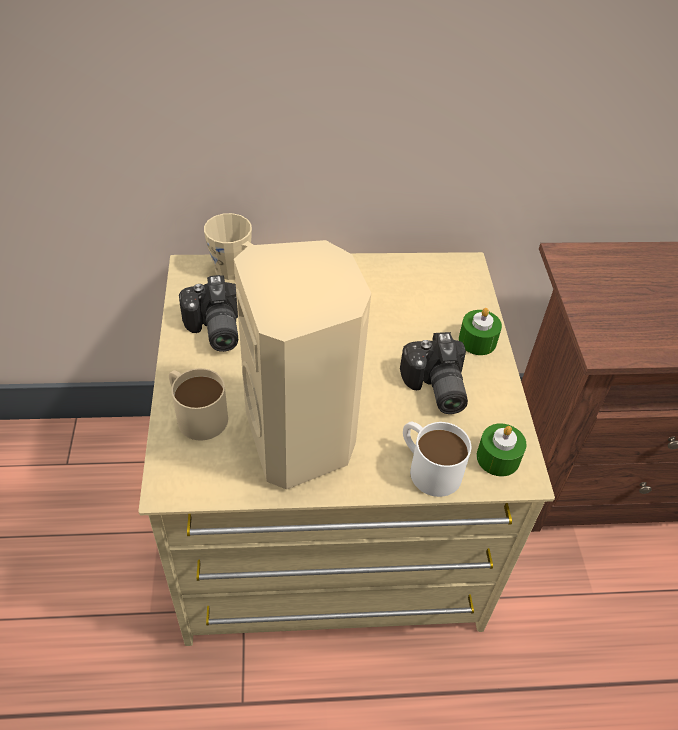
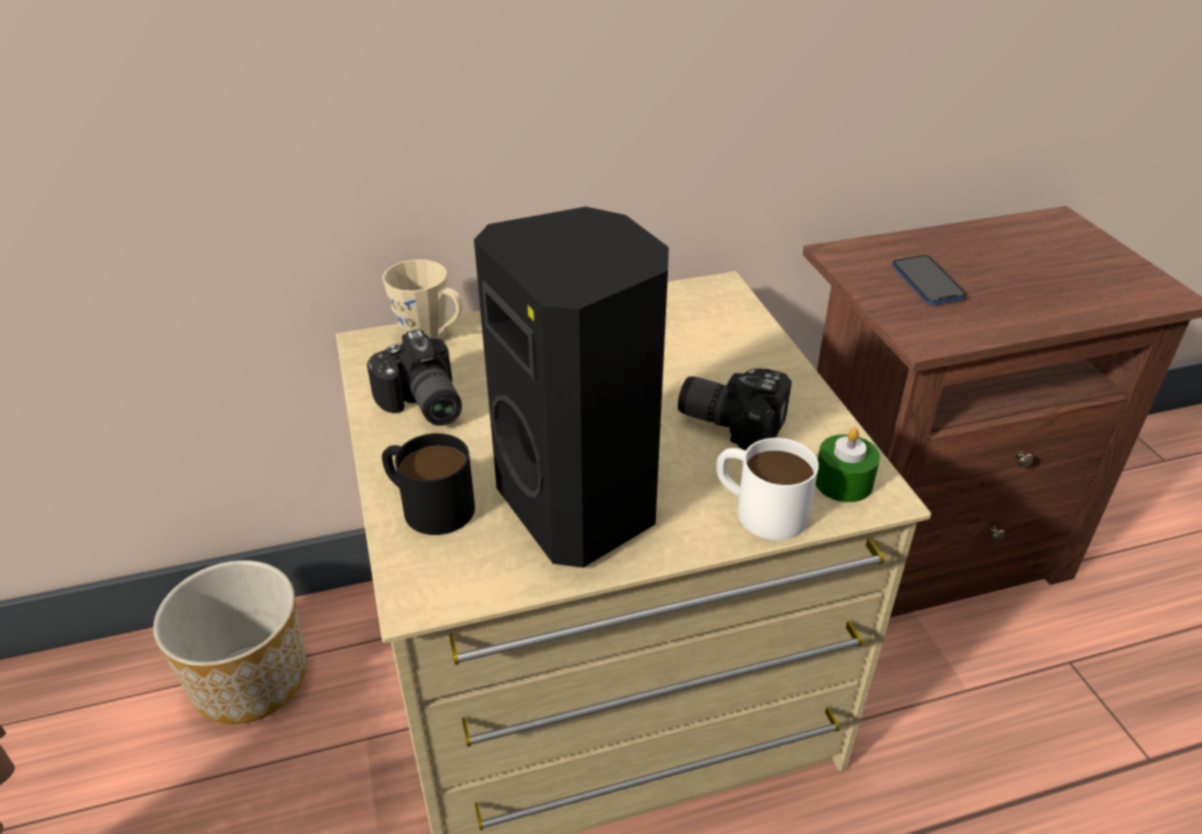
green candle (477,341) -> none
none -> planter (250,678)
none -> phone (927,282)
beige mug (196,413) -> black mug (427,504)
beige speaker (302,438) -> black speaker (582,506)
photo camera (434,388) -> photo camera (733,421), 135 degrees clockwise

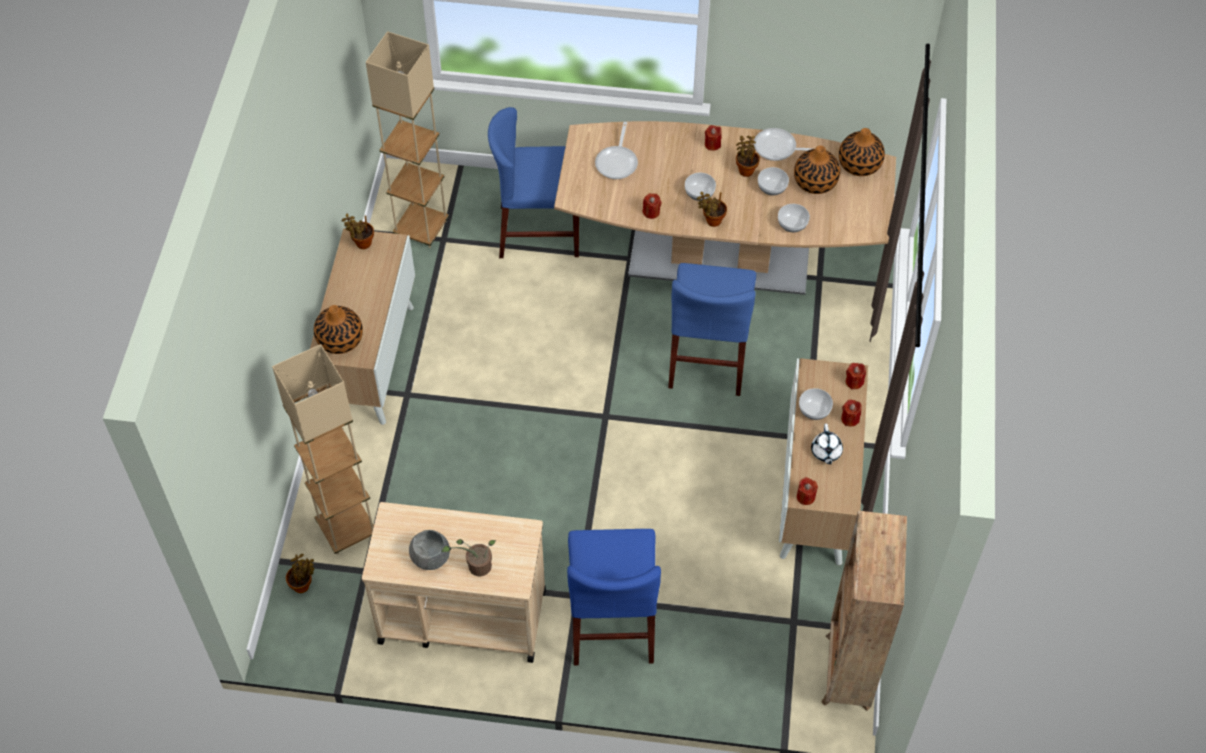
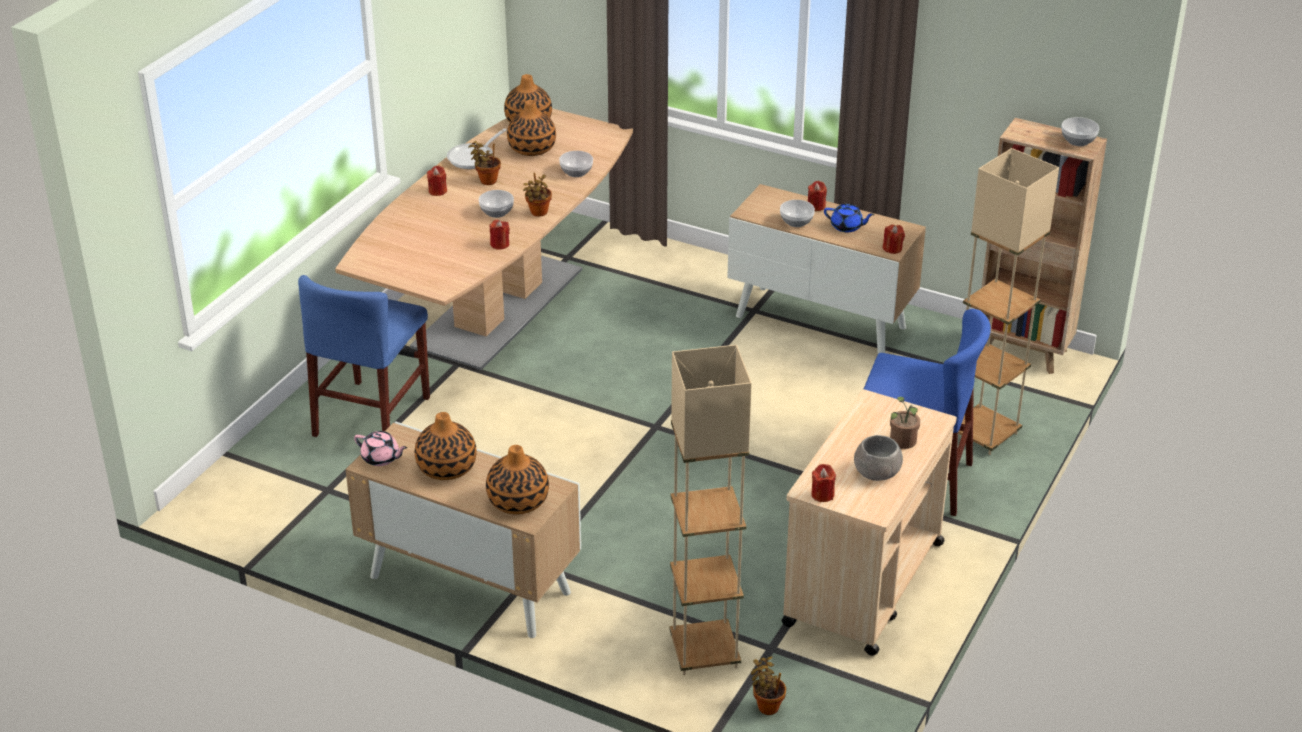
frying pan (617,162) -> none
blue chair (708,357) -> none
none -> vase (447,468)
beige floor lamp (421,228) -> beige floor lamp (984,434), shifted
bowl (772,188) -> bowl (1078,141), shifted
red candle (854,382) -> red candle (822,495), shifted
potted plant (361,243) -> pink teapot (381,458)
white teapot (826,452) -> blue teapot (847,227)

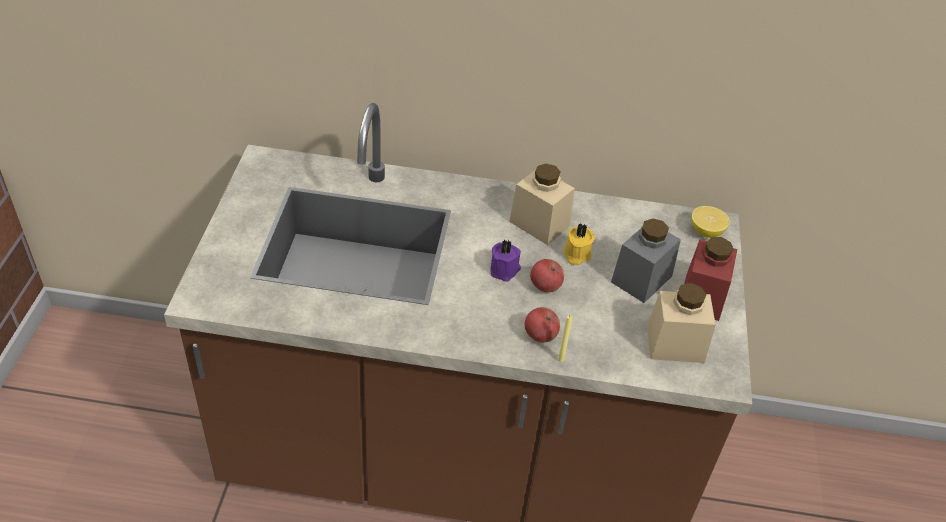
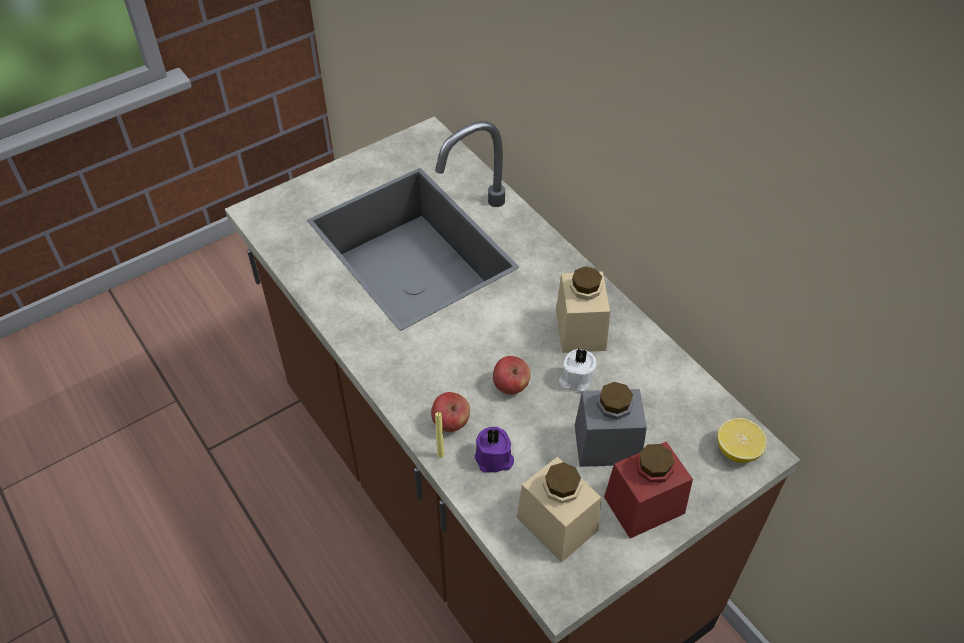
purple candle (505,270) -> purple candle (494,459), shifted
yellow candle (576,255) -> white candle (575,379)

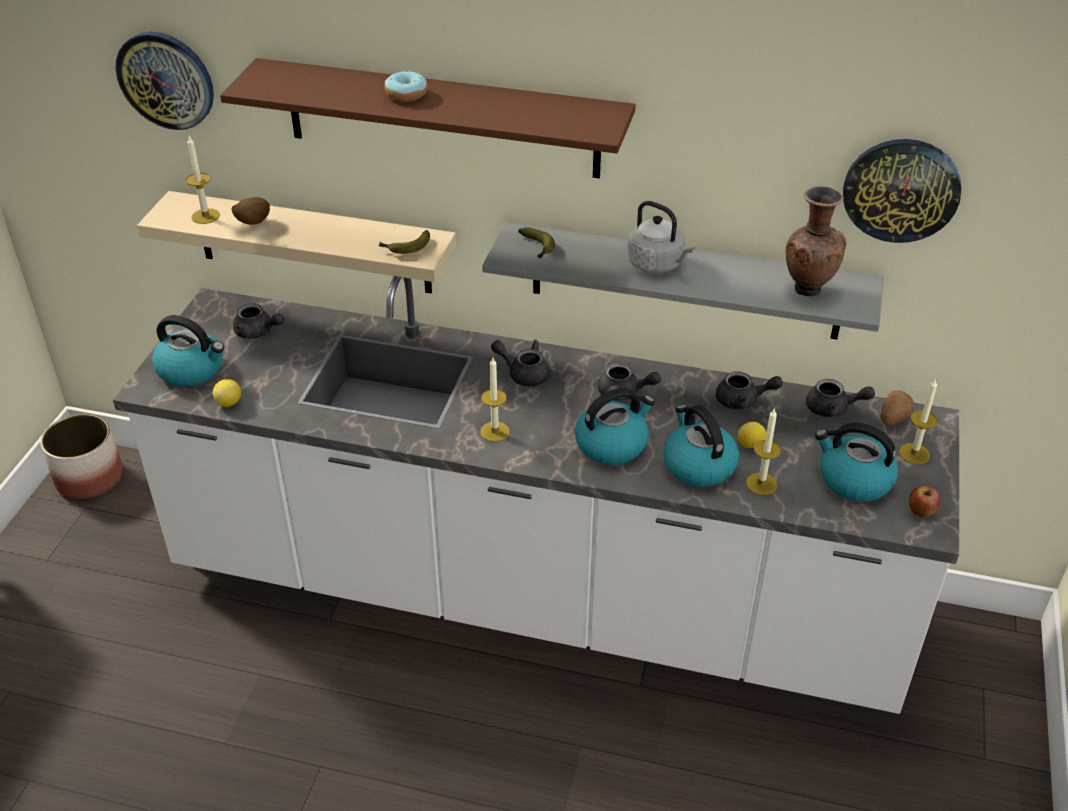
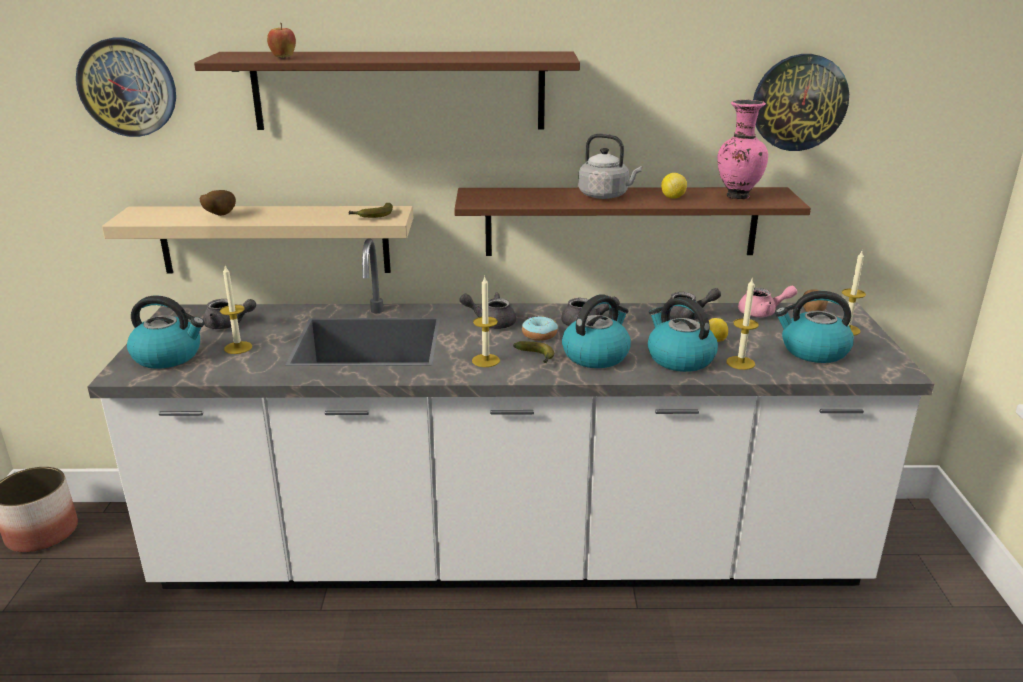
candle (205,216) -> candle (238,347), shifted
lemon (229,402) -> lemon (673,197), shifted
donut (406,94) -> donut (539,335), shifted
banana (538,248) -> banana (536,357), shifted
apple (920,513) -> apple (283,58), shifted
grey shelf (685,281) -> brown shelf (621,221)
brown vase (807,288) -> pink vase (737,196)
grey teapot (833,409) -> pink teapot (762,313)

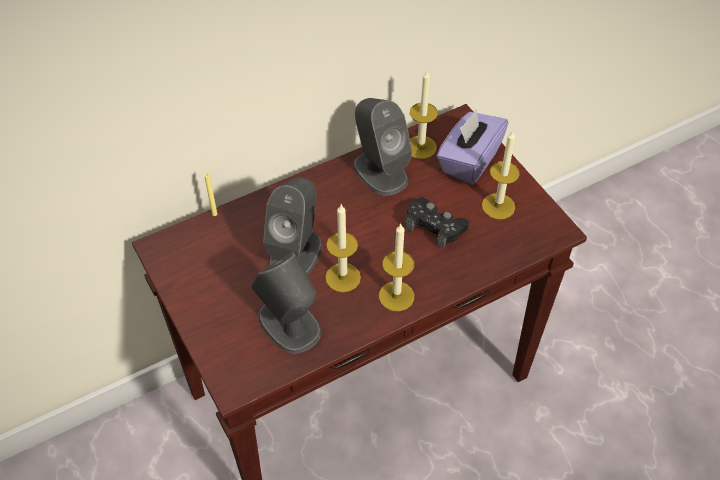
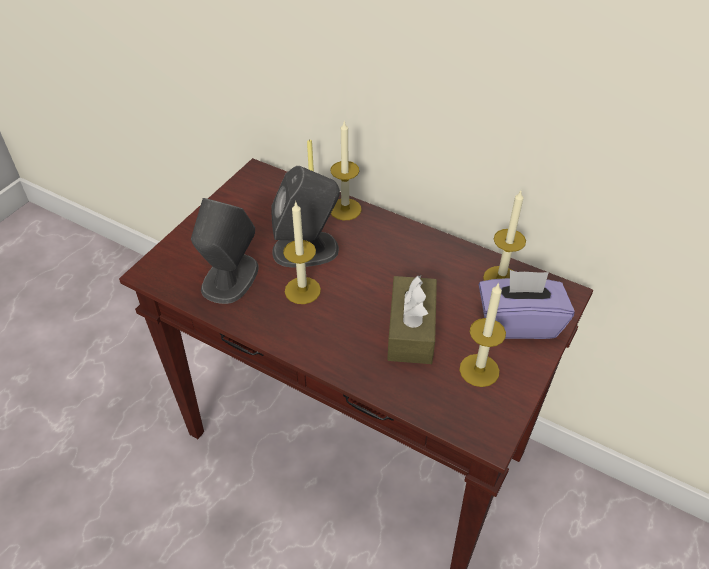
grey speaker (380,171) -> none
candle (396,296) -> candle (345,209), shifted
black game controller (435,226) -> brown tissue box (411,330)

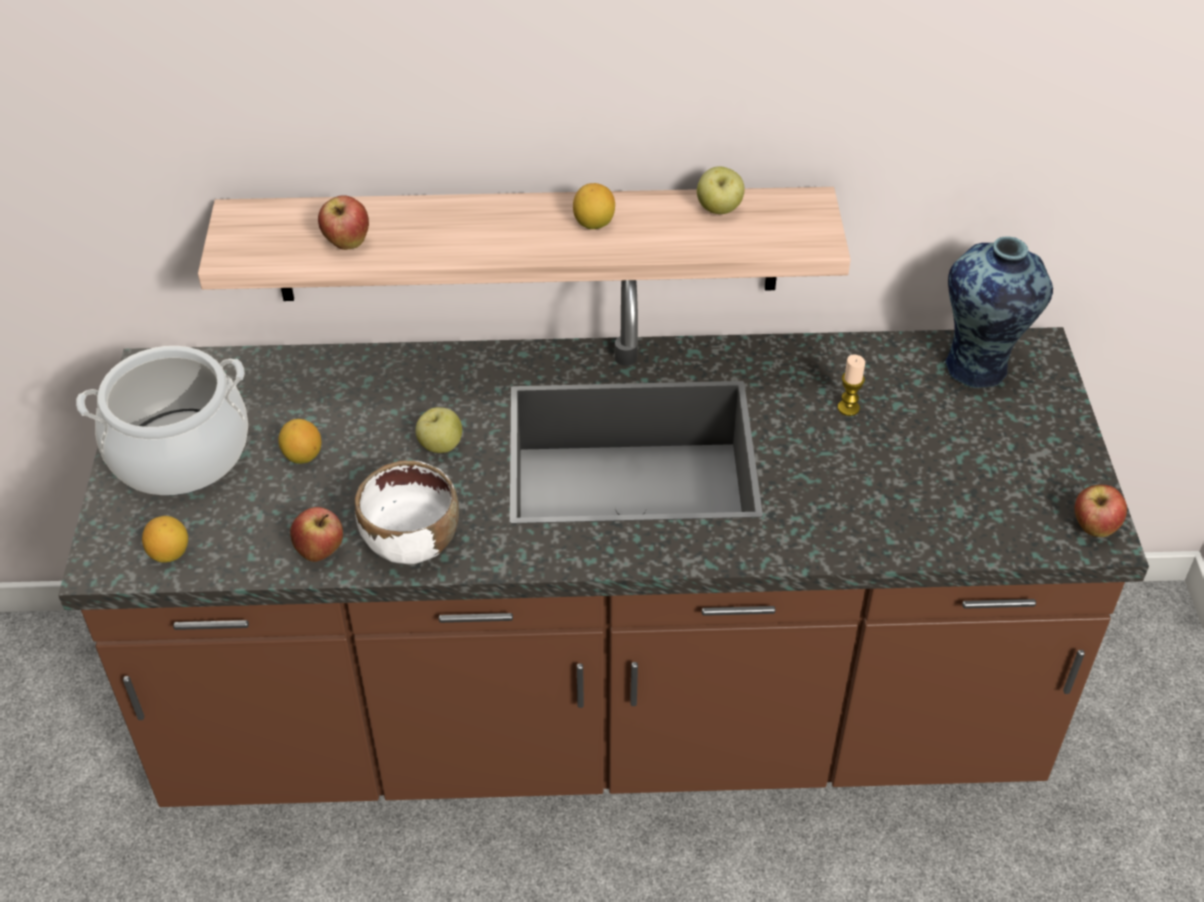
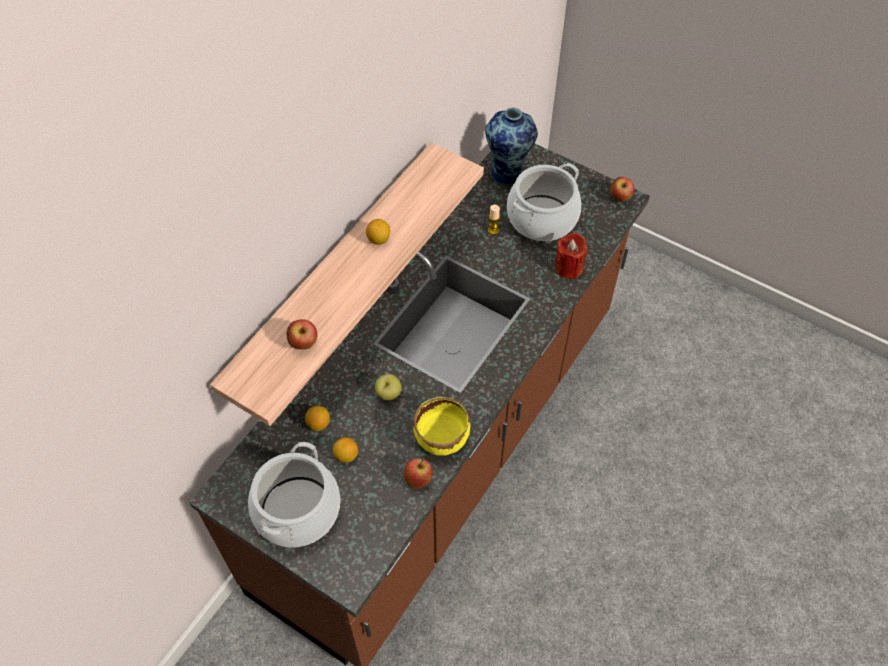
apple (719,210) -> none
none -> cooking pot (542,218)
none -> red candle (569,267)
lemon (169,553) -> lemon (318,424), shifted
white bowl (411,542) -> yellow bowl (442,439)

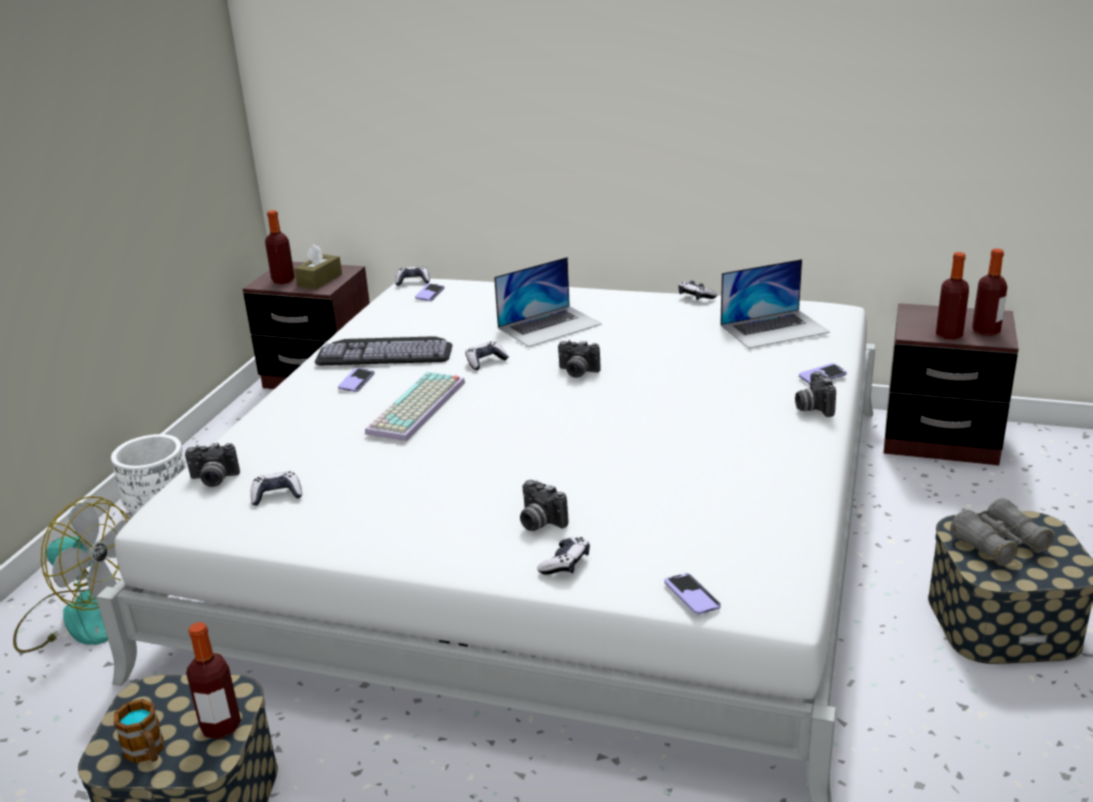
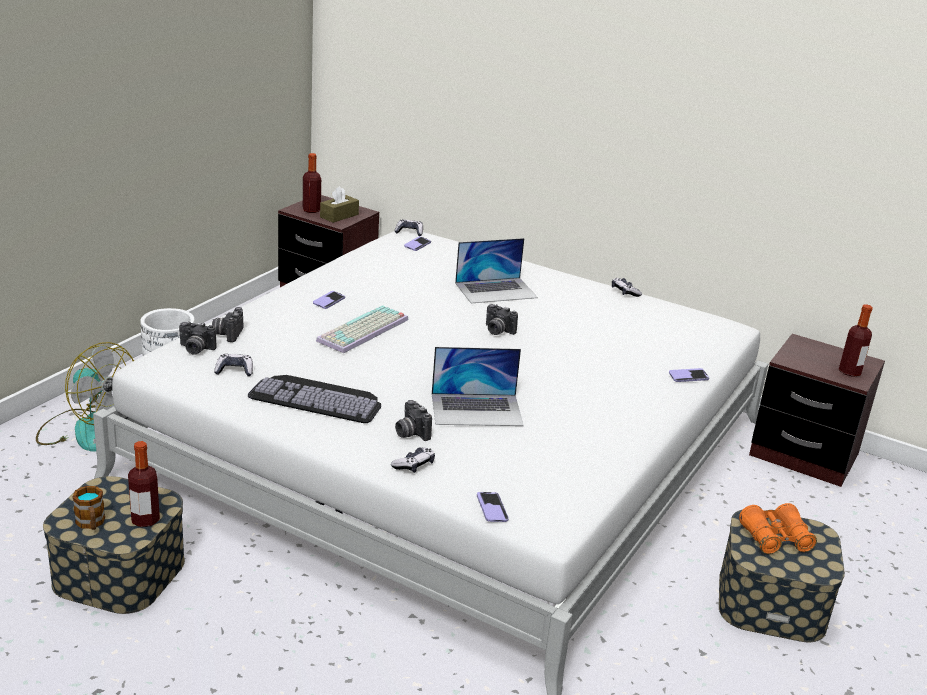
game controller (485,361) -> none
bottle (949,335) -> none
keyboard (386,351) -> keyboard (318,398), shifted
laptop (774,328) -> laptop (477,409), shifted
photo camera (812,408) -> photo camera (227,333), shifted
grey binoculars (999,544) -> orange binoculars (775,538)

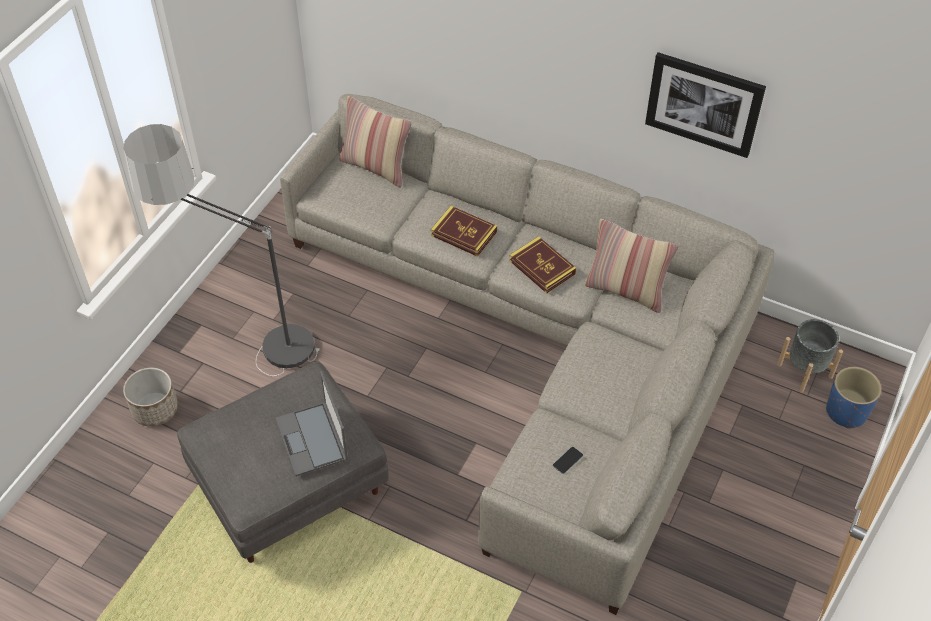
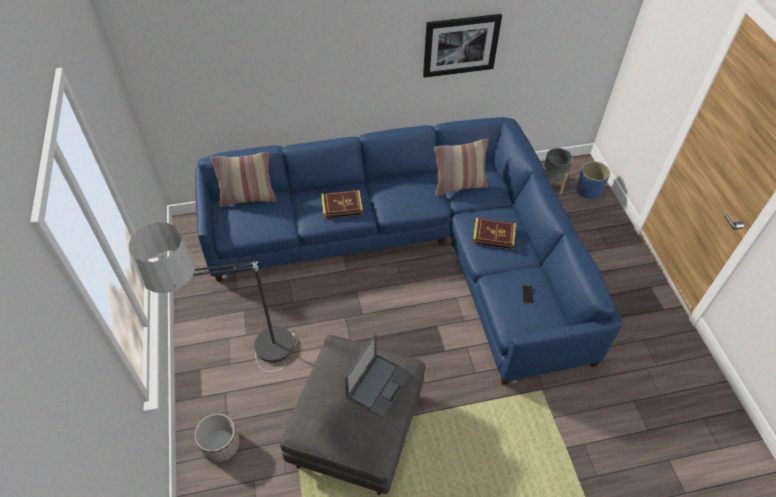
book (542,267) -> book (493,235), shifted
grey sofa (540,343) -> blue sofa (416,248)
laptop (312,440) -> laptop (379,384), 90 degrees counterclockwise

